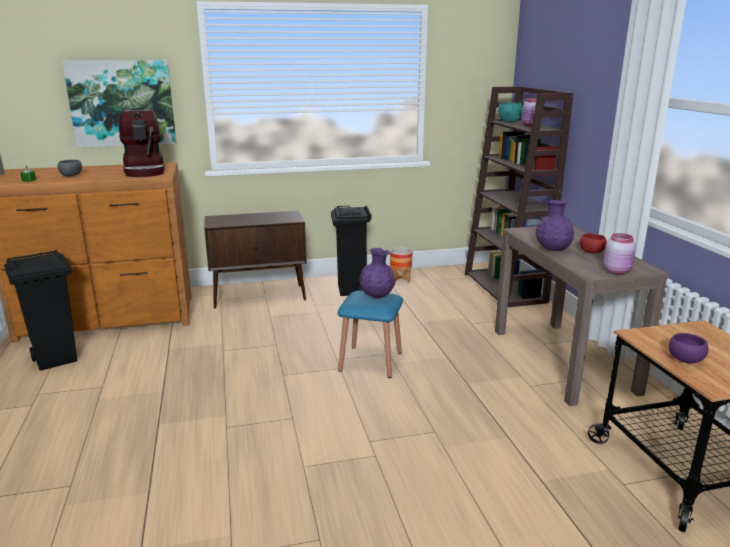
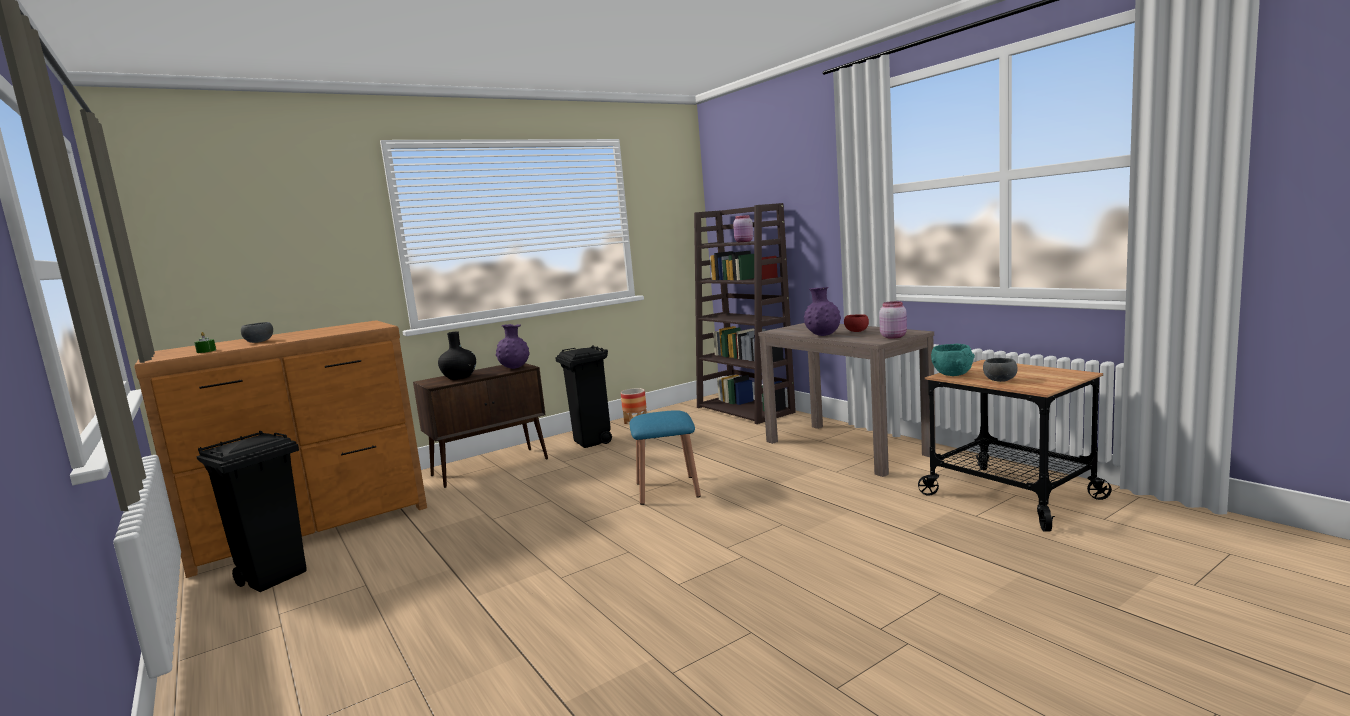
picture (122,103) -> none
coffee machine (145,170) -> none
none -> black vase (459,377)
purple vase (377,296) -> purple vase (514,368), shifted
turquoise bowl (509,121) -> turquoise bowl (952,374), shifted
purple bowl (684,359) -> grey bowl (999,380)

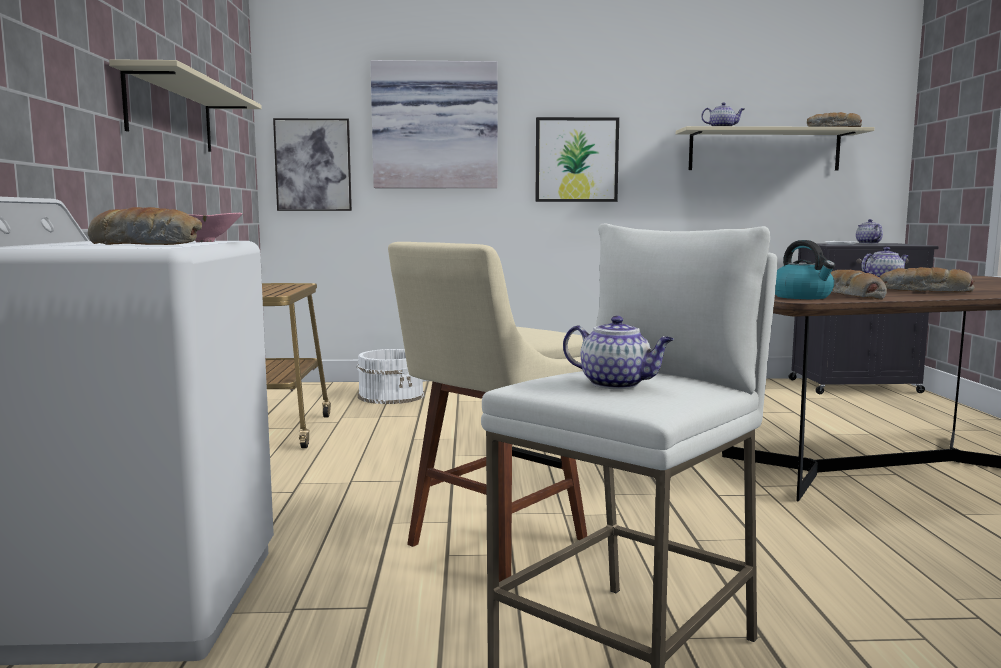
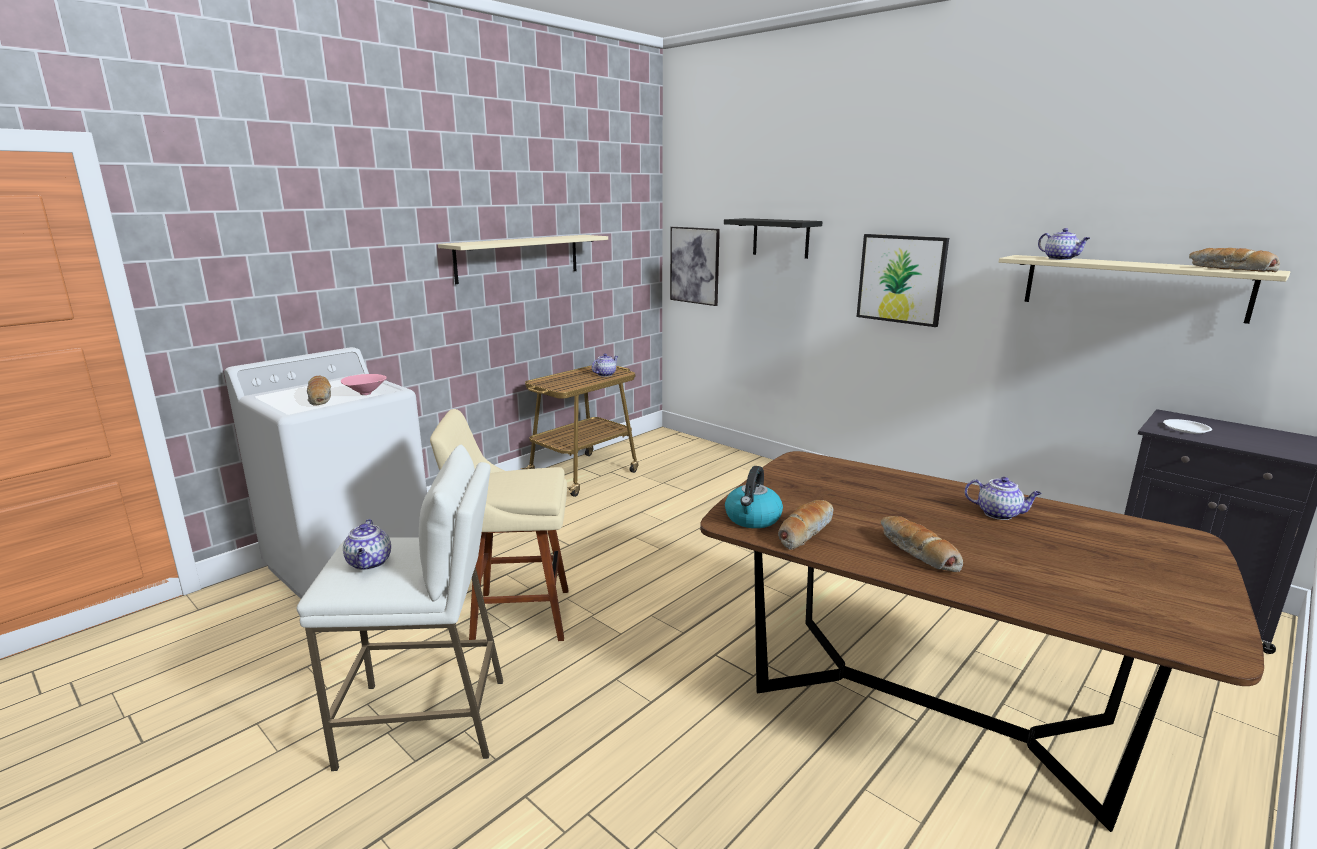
white bucket (392,396) -> none
teapot (867,243) -> teapot (605,374), shifted
picture (435,126) -> black shelf (780,238)

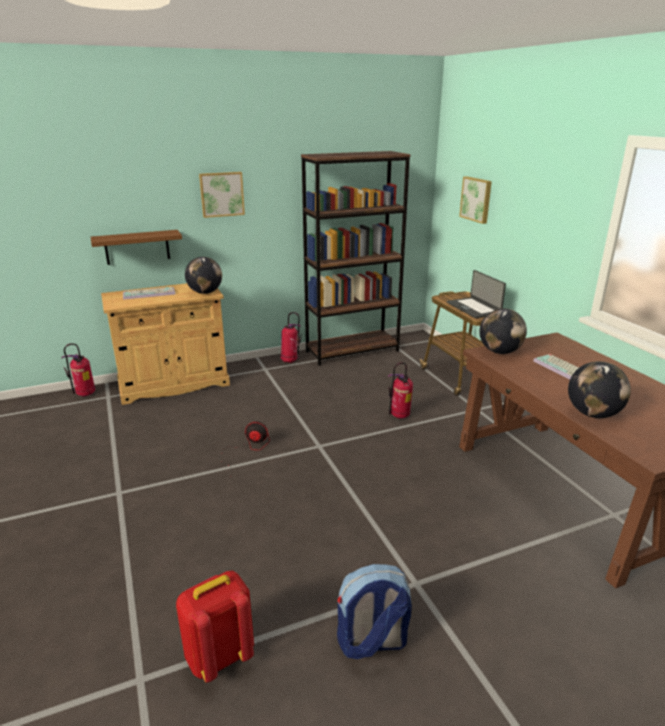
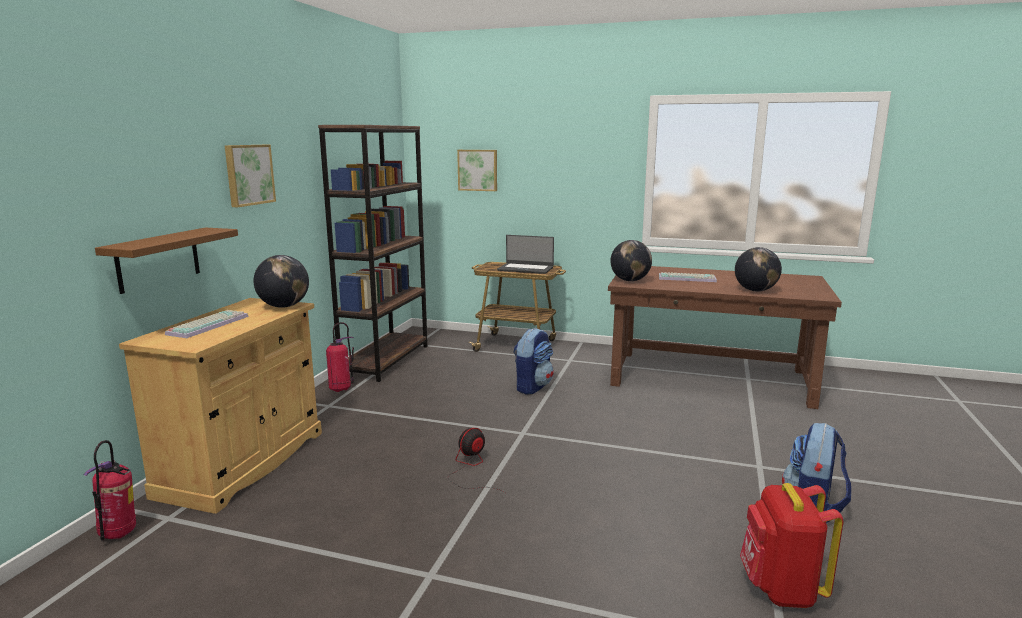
fire extinguisher (399,416) -> backpack (532,386)

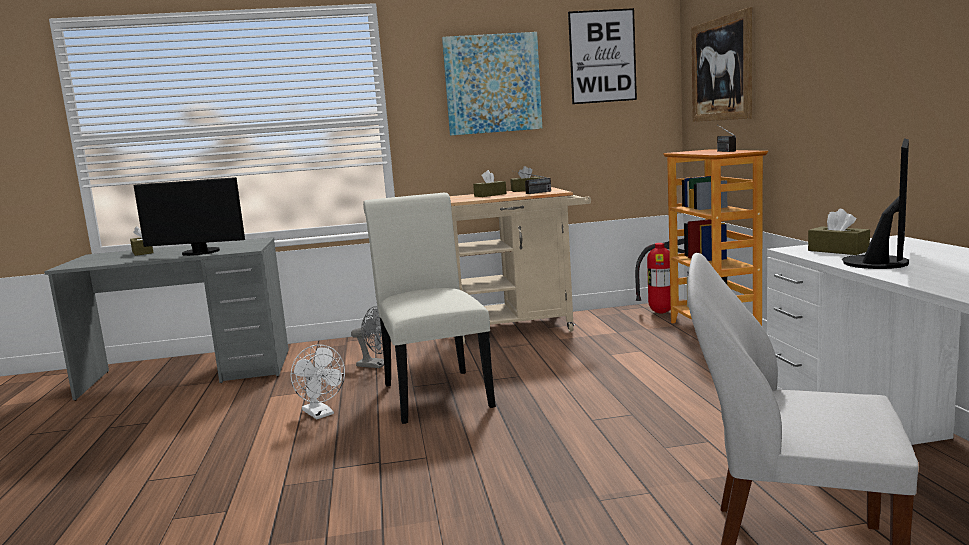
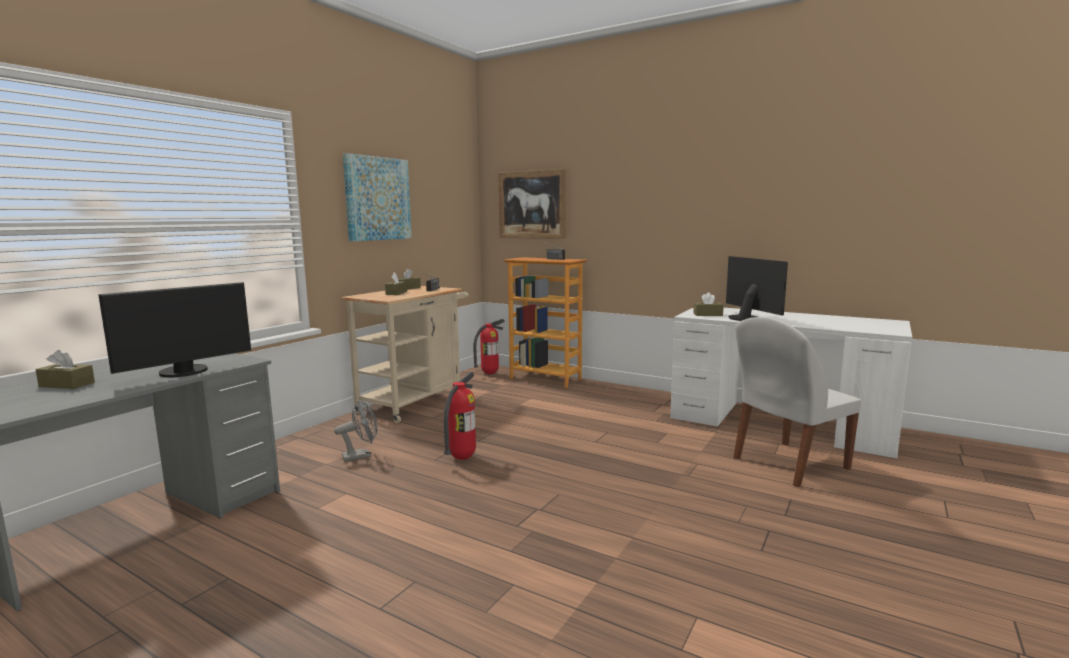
white fan (321,414) -> none
picture (602,56) -> none
white chair (434,392) -> fire extinguisher (462,458)

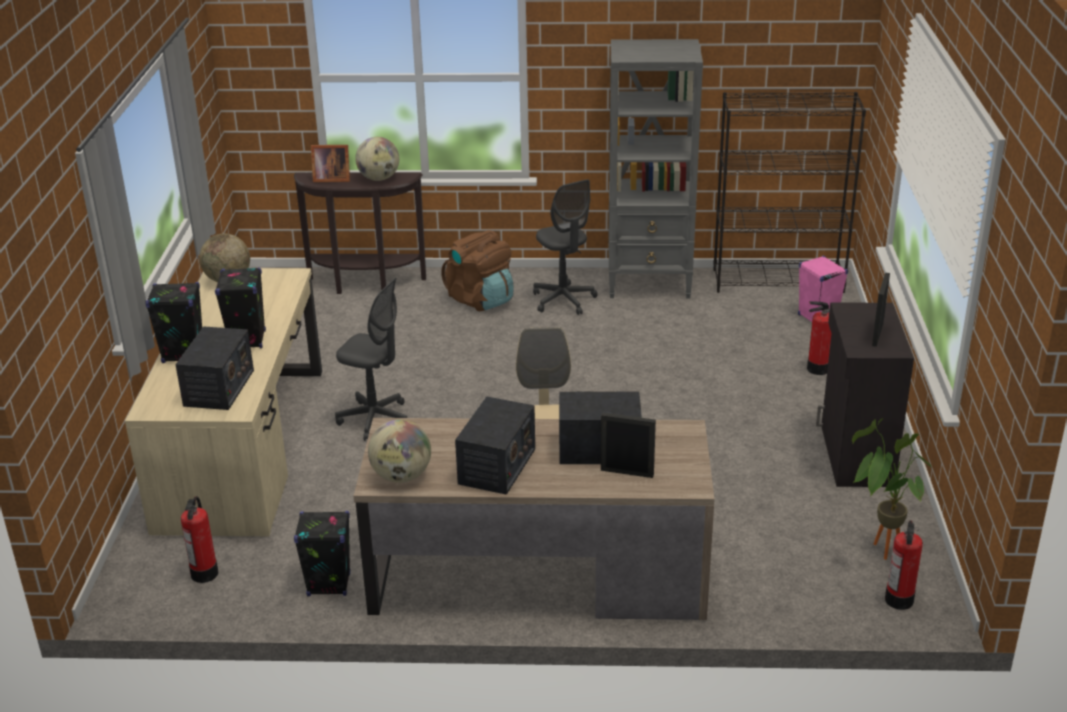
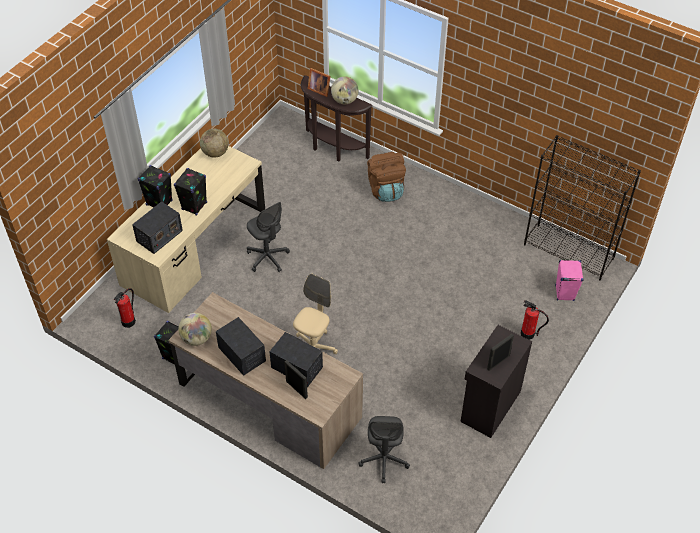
grey bookcase (650,283) -> none
potted plant (879,550) -> none
fire extinguisher (899,600) -> none
grey office chair (563,300) -> grey office chair (384,460), shifted
radio (497,466) -> radio (242,354), 90 degrees counterclockwise

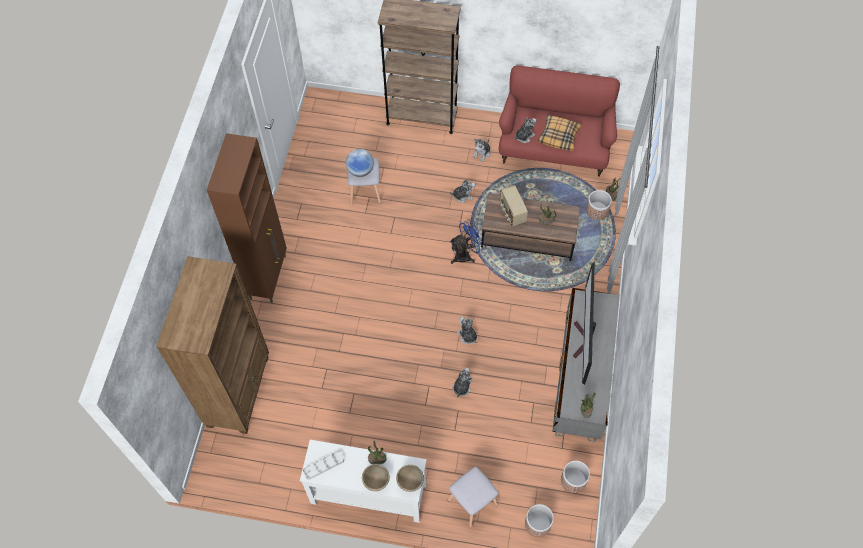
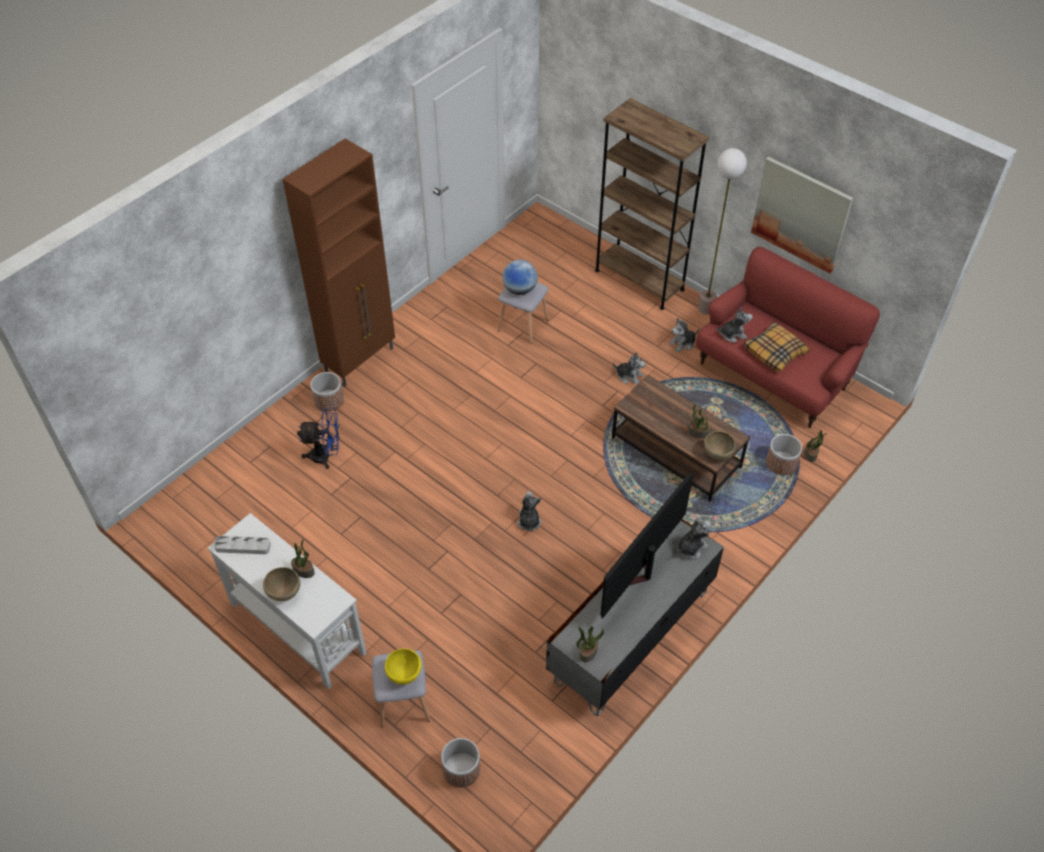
brown bookcase (239,391) -> none
radio (512,212) -> none
none -> yellow bowl (404,674)
none -> floor lamp (706,308)
none -> picture (801,214)
brown bowl (410,482) -> brown bowl (717,454), shifted
blue fan (465,254) -> blue fan (326,456), shifted
plush toy (461,387) -> plush toy (690,547), shifted
planter (573,480) -> planter (328,401), shifted

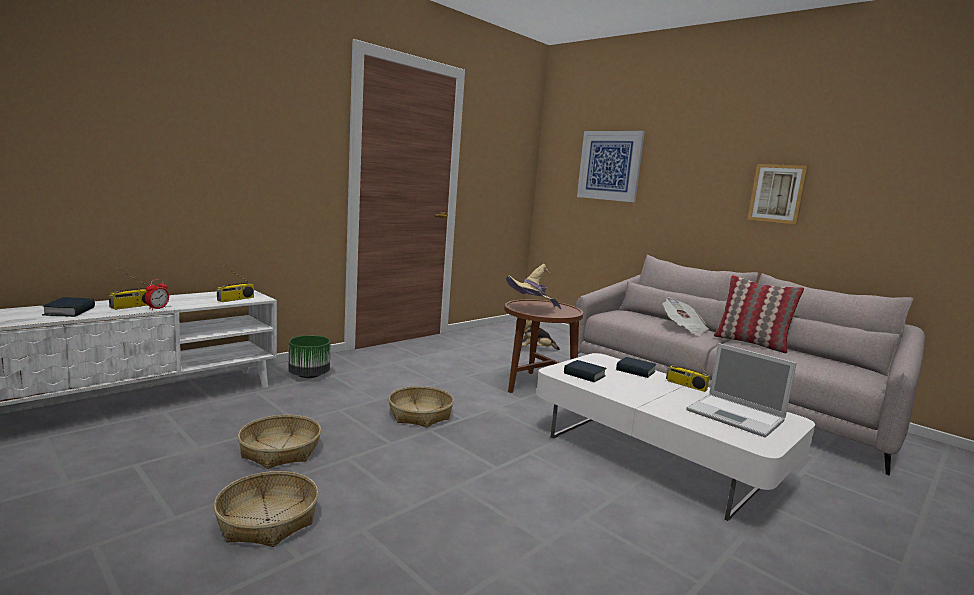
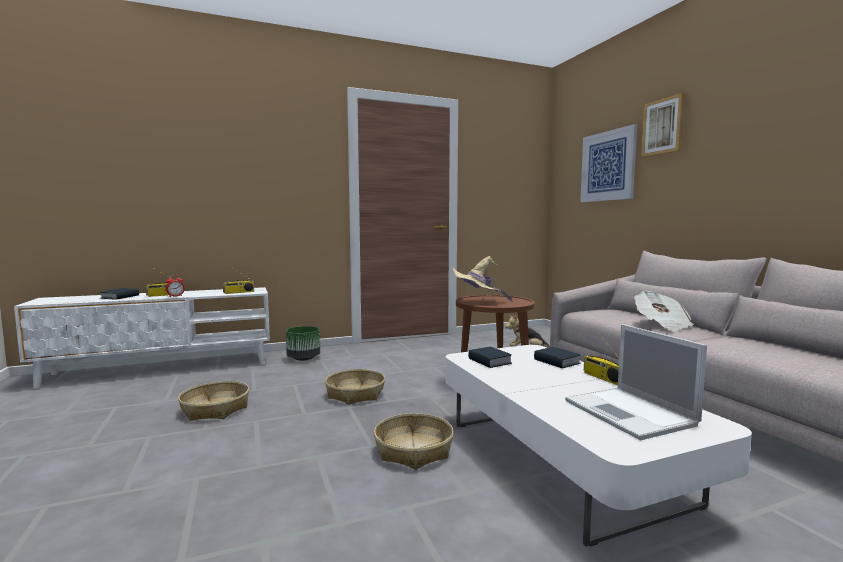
pillow (751,343) -> none
basket (267,520) -> basket (413,450), shifted
picture (777,193) -> picture (663,126), shifted

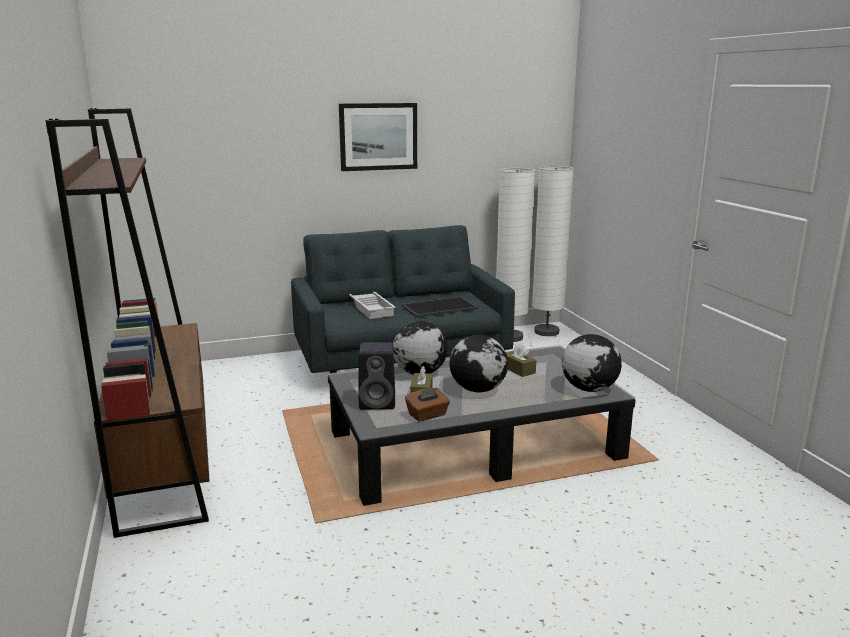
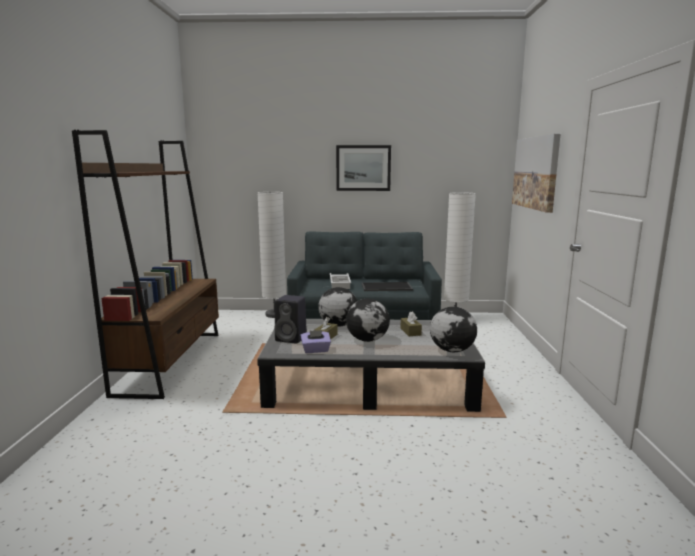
none -> picture (536,173)
white floor lamp (546,332) -> white floor lamp (274,315), shifted
brown tissue box (427,415) -> purple tissue box (315,350)

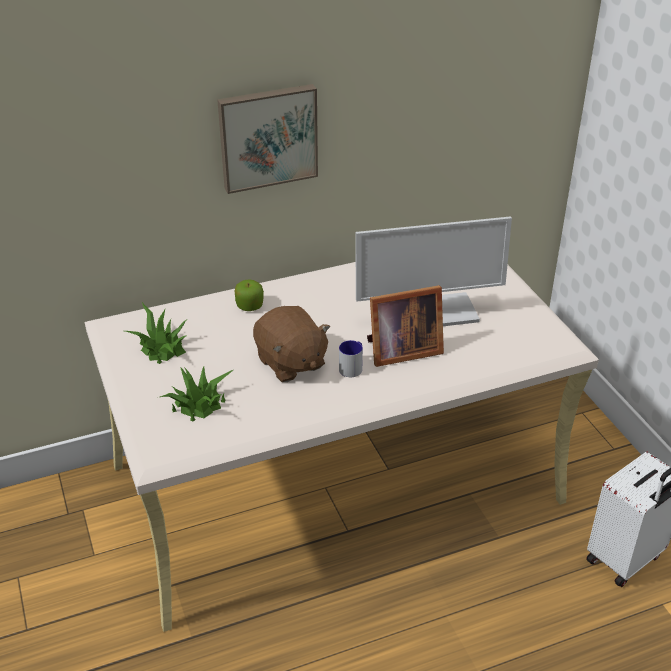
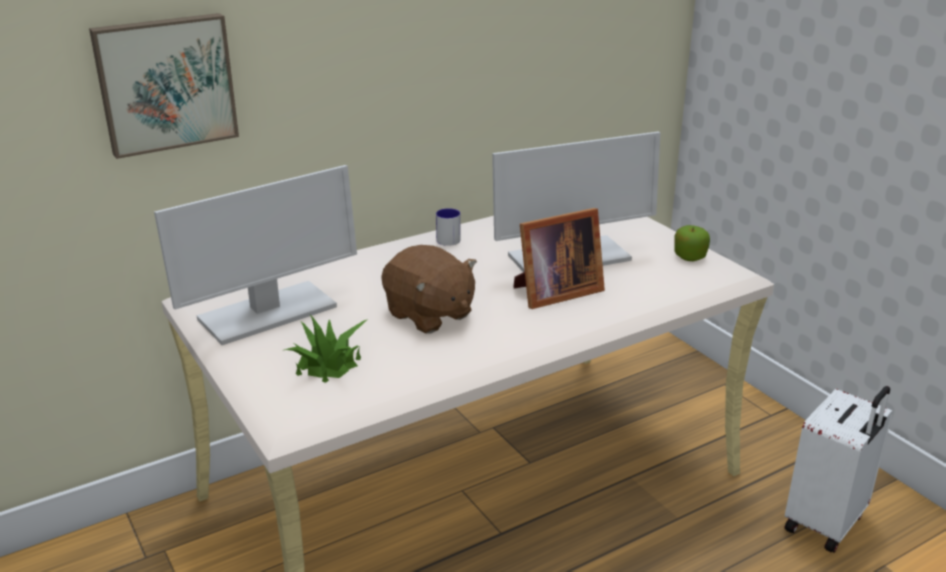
picture (267,137) -> picture (166,83), shifted
apple (249,306) -> apple (689,256), shifted
mug (352,367) -> mug (450,238), shifted
potted plant (162,347) -> monitor (267,314)

